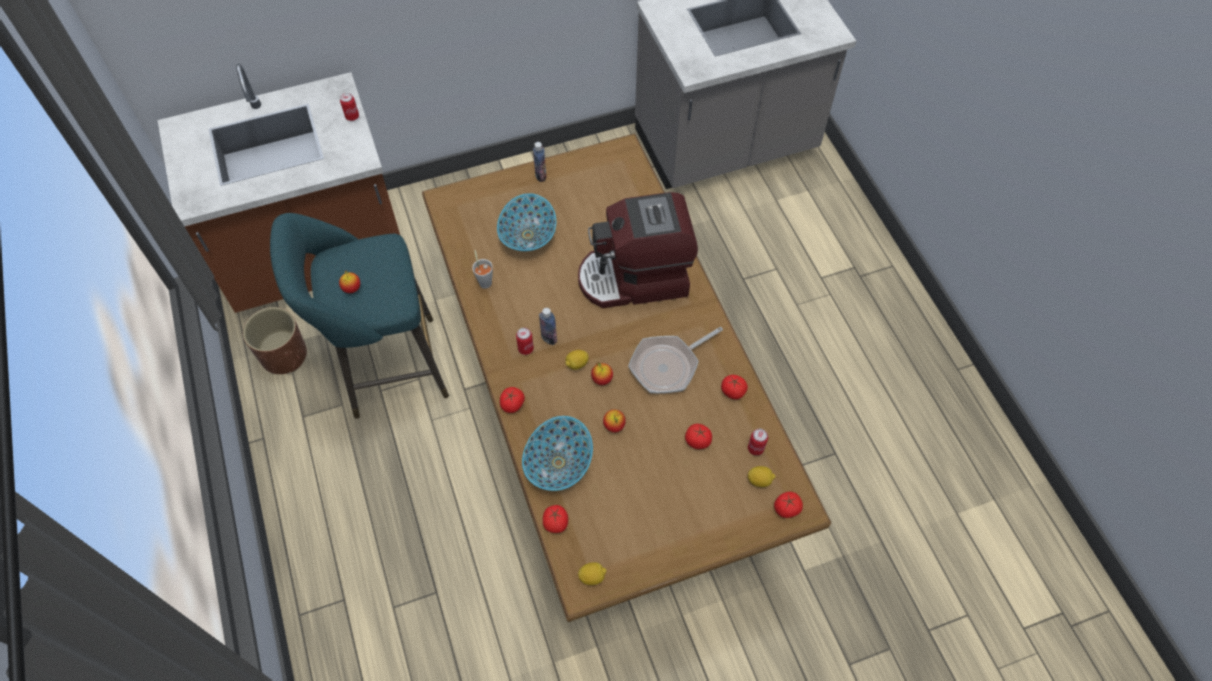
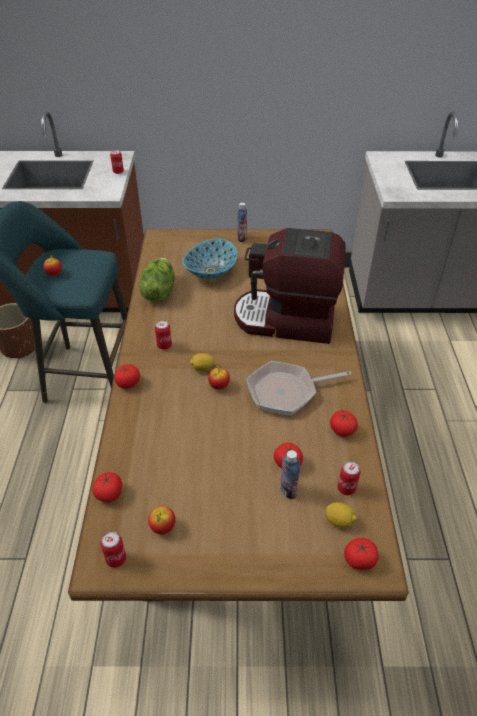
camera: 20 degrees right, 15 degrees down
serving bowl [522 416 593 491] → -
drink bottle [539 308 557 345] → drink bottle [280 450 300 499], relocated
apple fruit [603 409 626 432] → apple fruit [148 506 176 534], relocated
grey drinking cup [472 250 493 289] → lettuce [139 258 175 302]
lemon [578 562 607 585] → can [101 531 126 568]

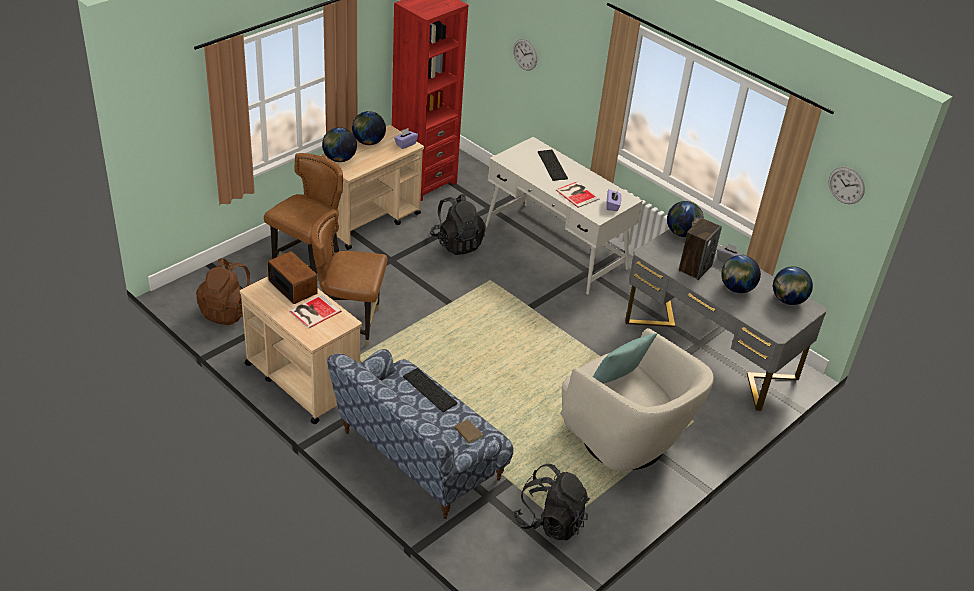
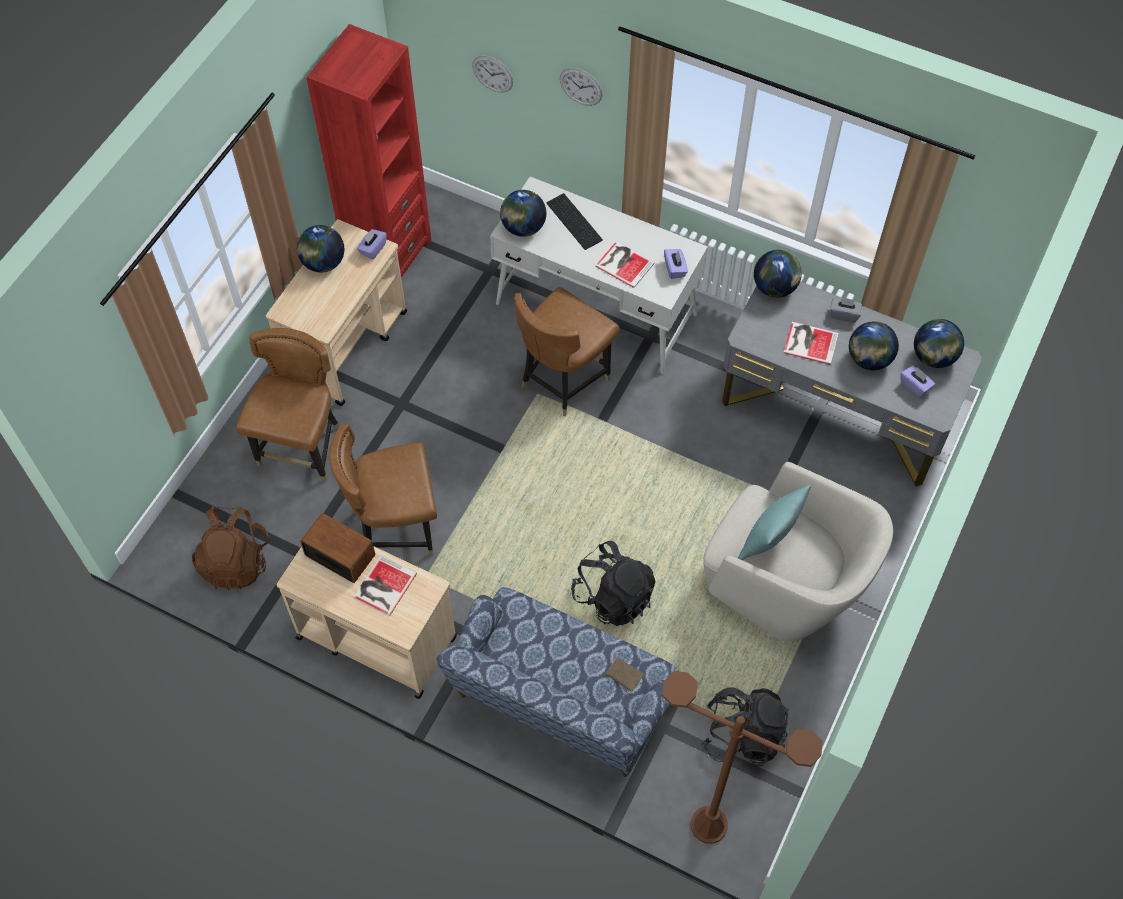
camera: 15 degrees left, 20 degrees up
PC keyboard [403 368 458 412] → -
- → brown-coloured plain chair [514 287 620 416]
- → brown-coloured standard lamp [662 671 823 844]
- → purple box of tissues [901 365 935 398]
desk globe [322 128 357 162] → desk globe [500 190 546 237], relocated
blackish knapsack [430 194 486 255] → blackish knapsack [571 541 656 626], relocated
clock on the wall [828 167 865 204] → clock on the wall [560 68 603 106], relocated
audio speaker [679 218 722 280] → volume [784 322 839 365]

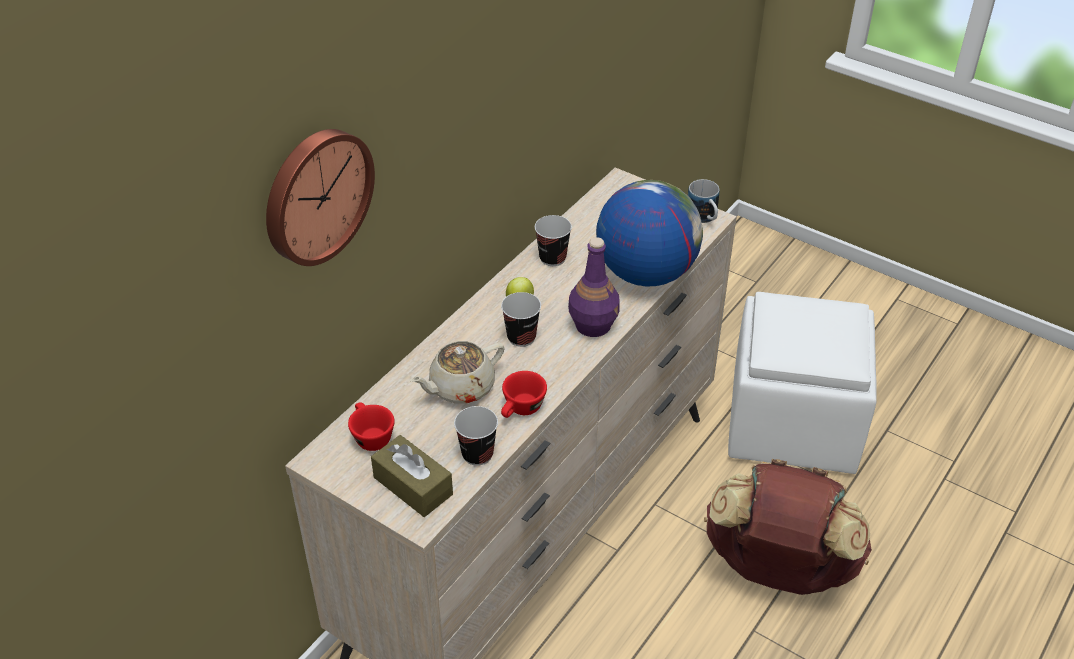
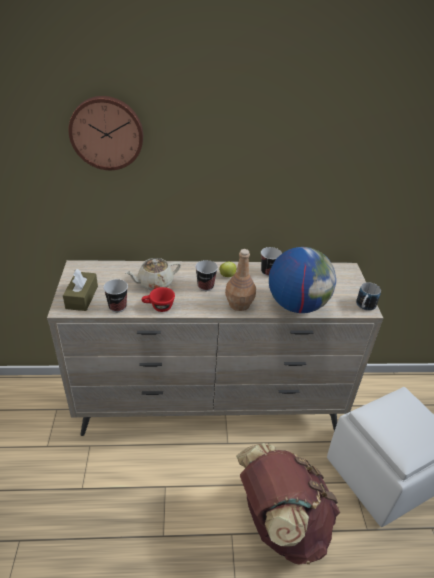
camera: 50 degrees right, 5 degrees down
red drinking cup [348 402 395 451] → -
purple drink bottle [568 237 620 337] → brown-coloured drink bottle [225 249 256 311]
beige-coloured tea pot [410 341 505 404] → beige-coloured tea pot [125 258 181 291], 45 degrees counterclockwise

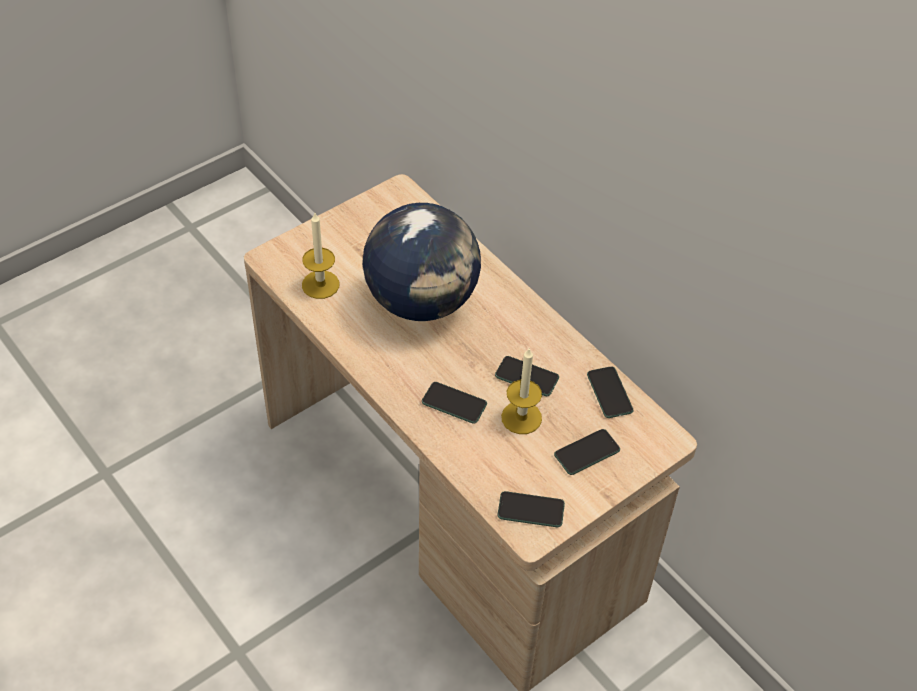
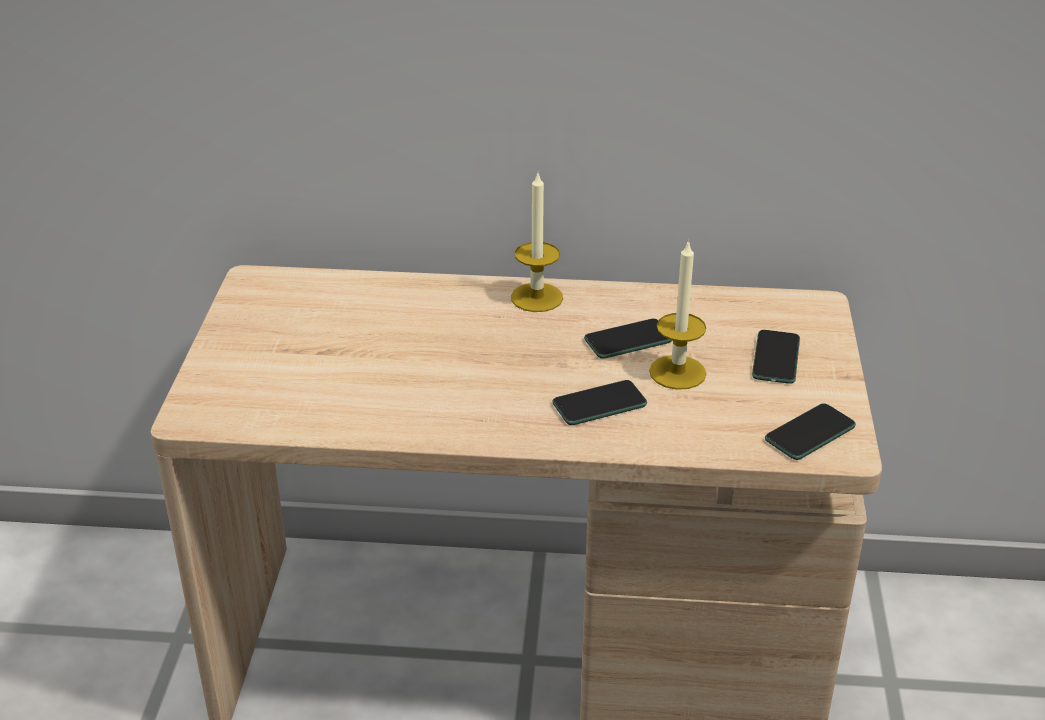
camera: 45 degrees left, 15 degrees down
desk globe [363 203 481 321] → -
telephone [587 366 634 418] → -
candle [302 213 339 299] → candle [511 173 563 312], relocated

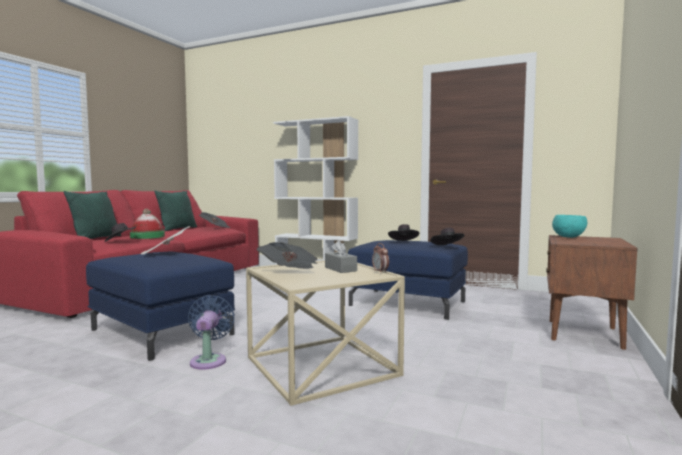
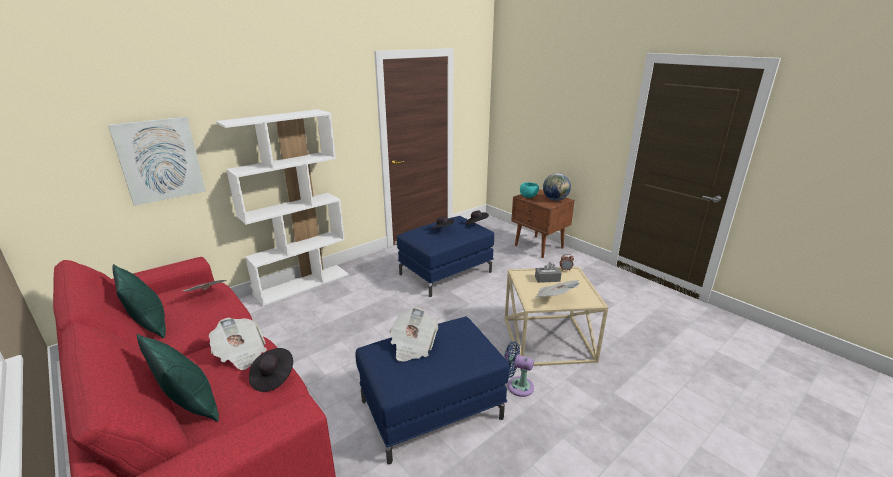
camera: 65 degrees left, 20 degrees up
- → picture [108 117 206 206]
- → desk globe [543 173 571 201]
clothing hat [130 209 165 239] → daily paper [209 318 267 370]

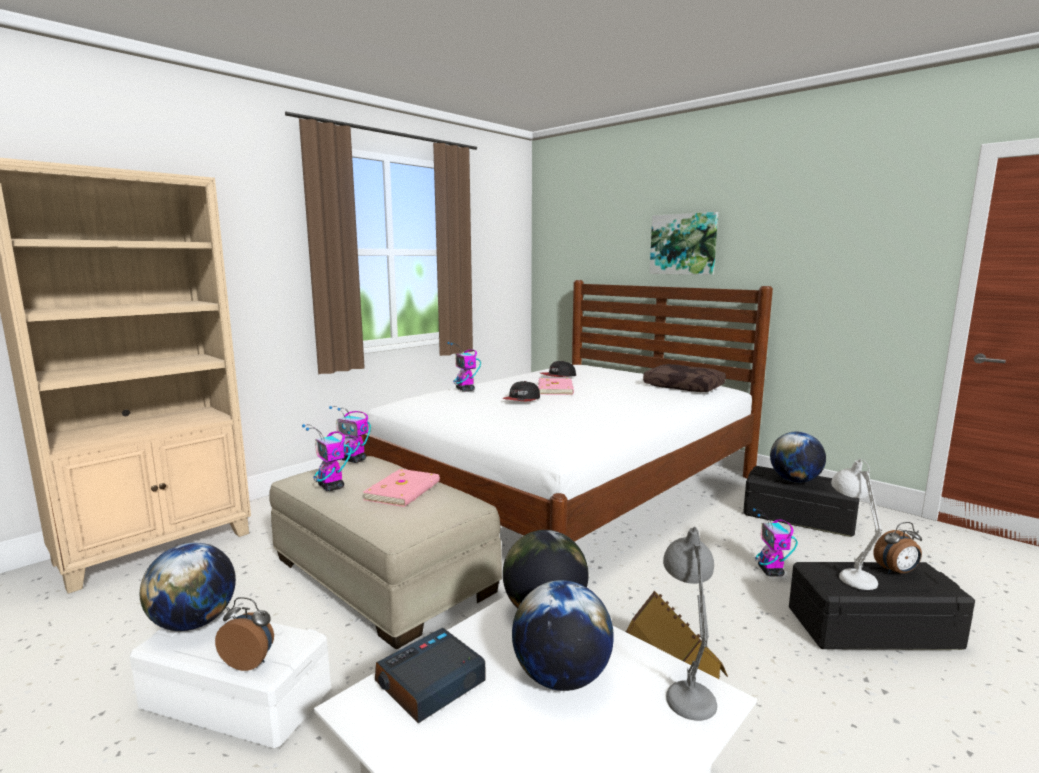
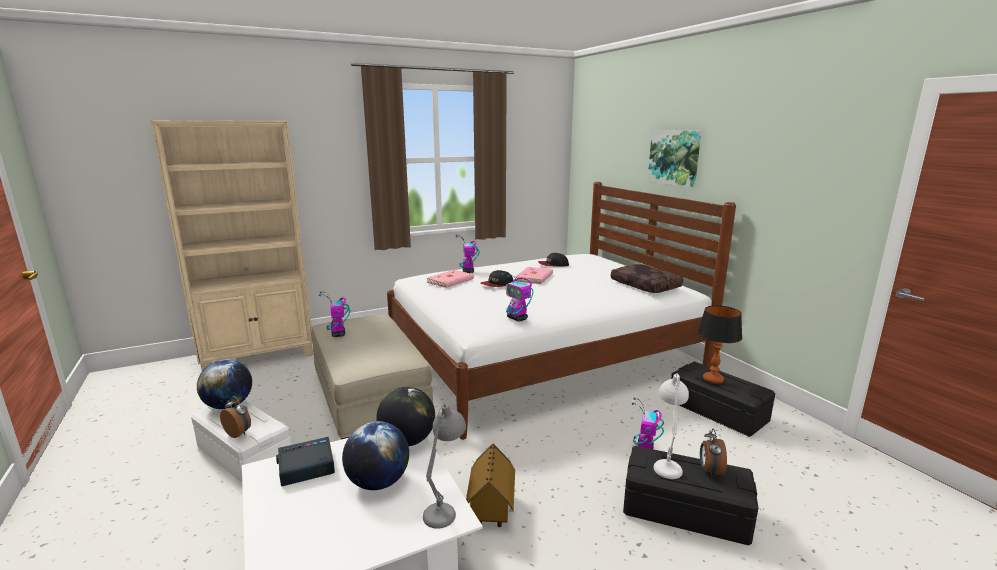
camera: 20 degrees right, 5 degrees up
model robot [329 406 371 463] → model robot [501 273 534 321], relocated
pinkish volume [363 469 440 507] → pinkish volume [427 270 474 288], relocated
desk globe [770 432 826 483] → tabletop lamp [697 305 742 384]
bedside clock [874 522 922 574] → bedside clock [700 429 727 477], 90 degrees clockwise

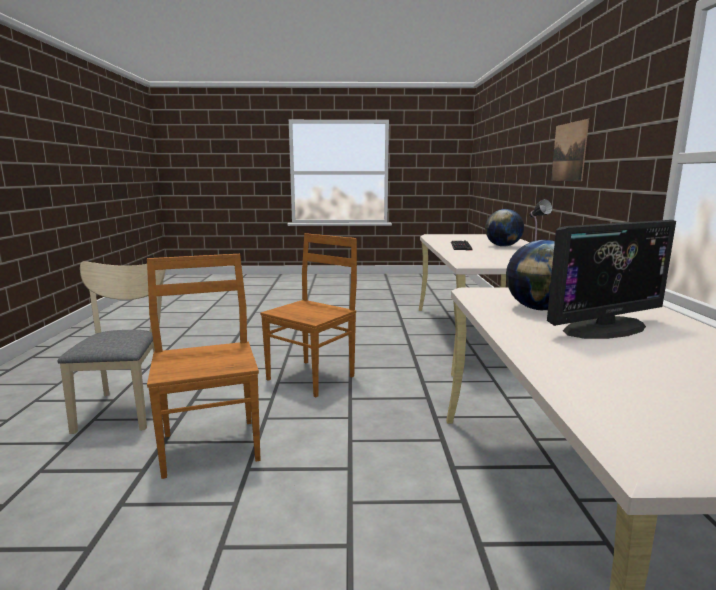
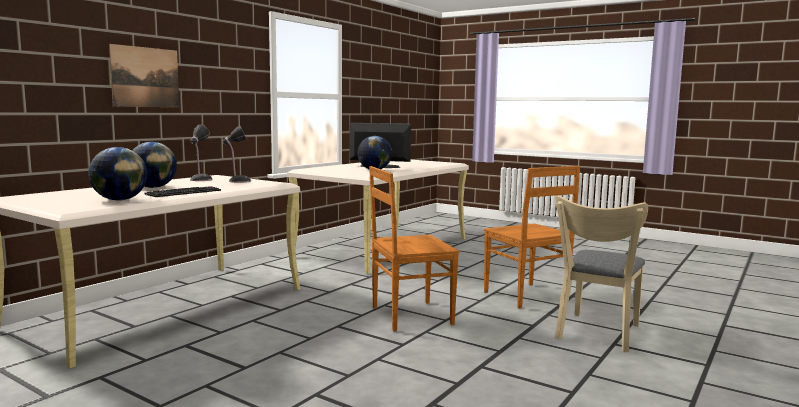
camera: 145 degrees left, 5 degrees down
- → desk globe [88 147 147 201]
- → tabletop lamp [222 126 251 183]
brown-coloured plain chair [147 254 260 479] → brown-coloured plain chair [484 166 580 309], 45 degrees counterclockwise

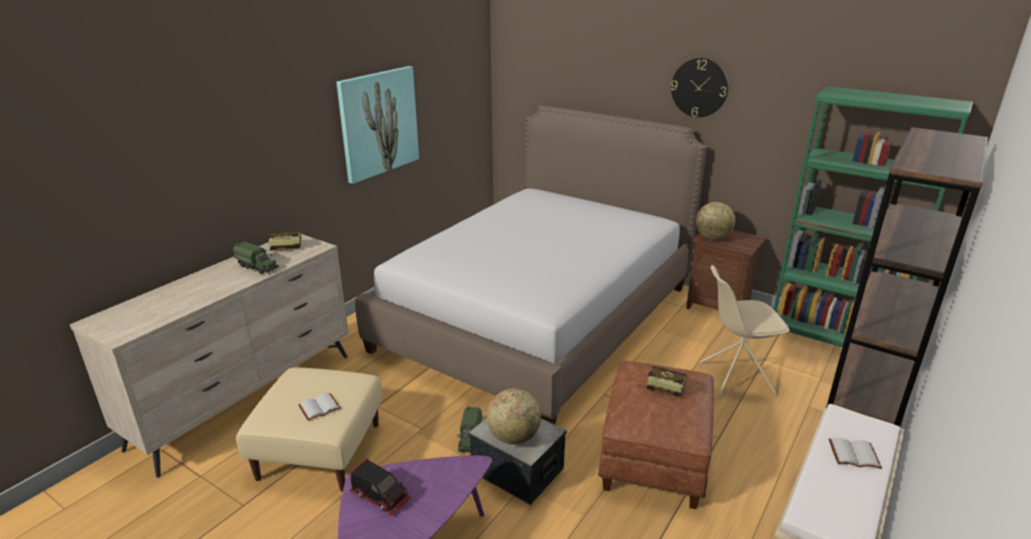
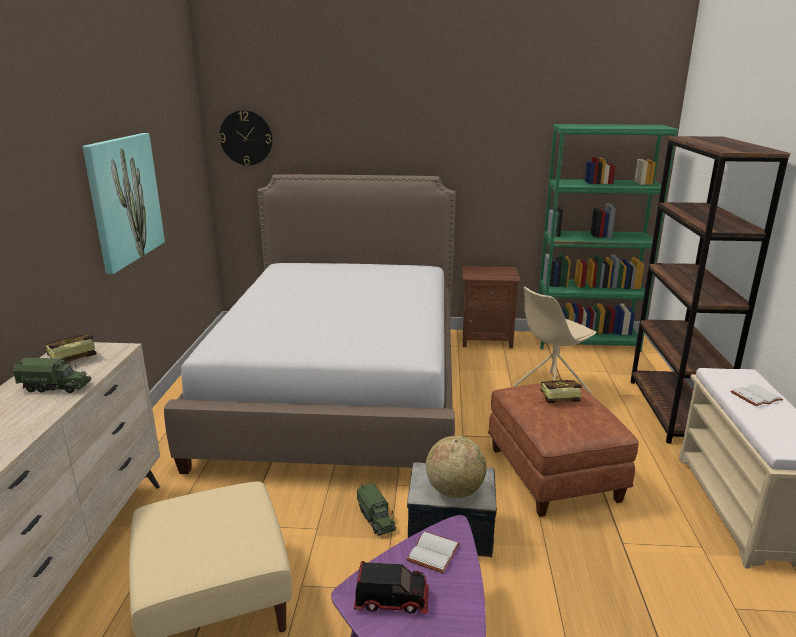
camera: 30 degrees left, 5 degrees down
desk globe [696 202 735 240] → -
white-coloured volume [298 393 341 421] → white-coloured volume [406 532 460 573], relocated
clock on the wall [671 58 728 117] → clock on the wall [219 110 273 165], relocated

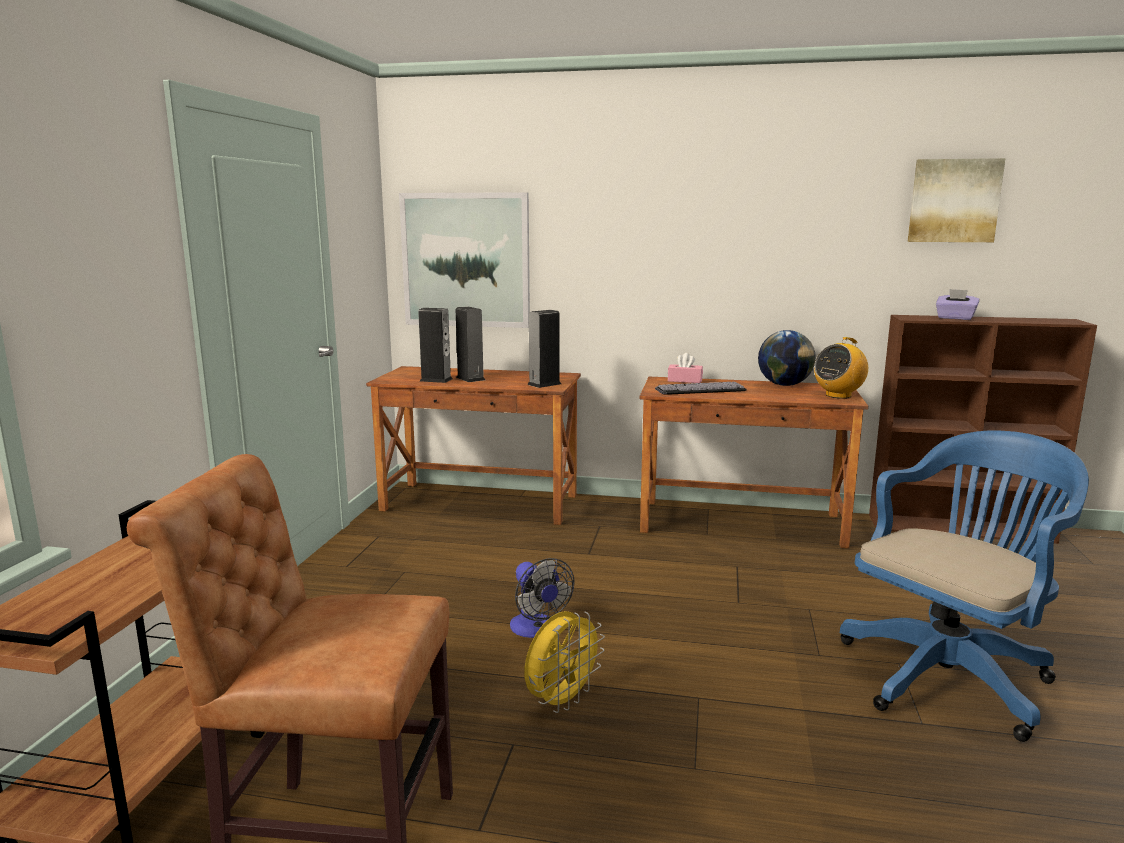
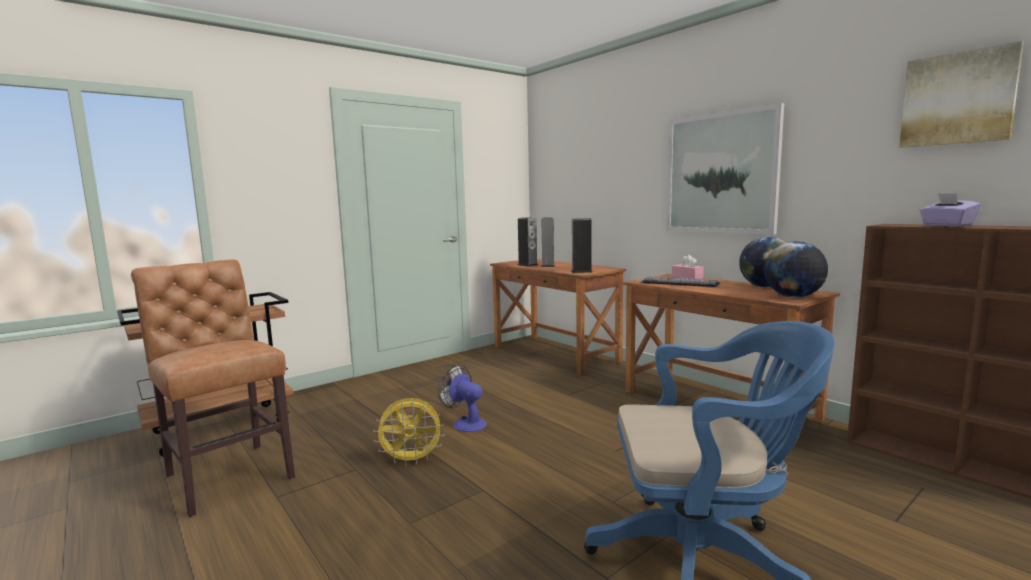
camera: 40 degrees right, 5 degrees down
picture [399 192 530 328] → picture [666 103 784 235], relocated
radio receiver [814 337 868 399] → desk globe [764 241 828 298]
electric fan [510 558 574 638] → electric fan [438 364 487 432], 120 degrees clockwise

